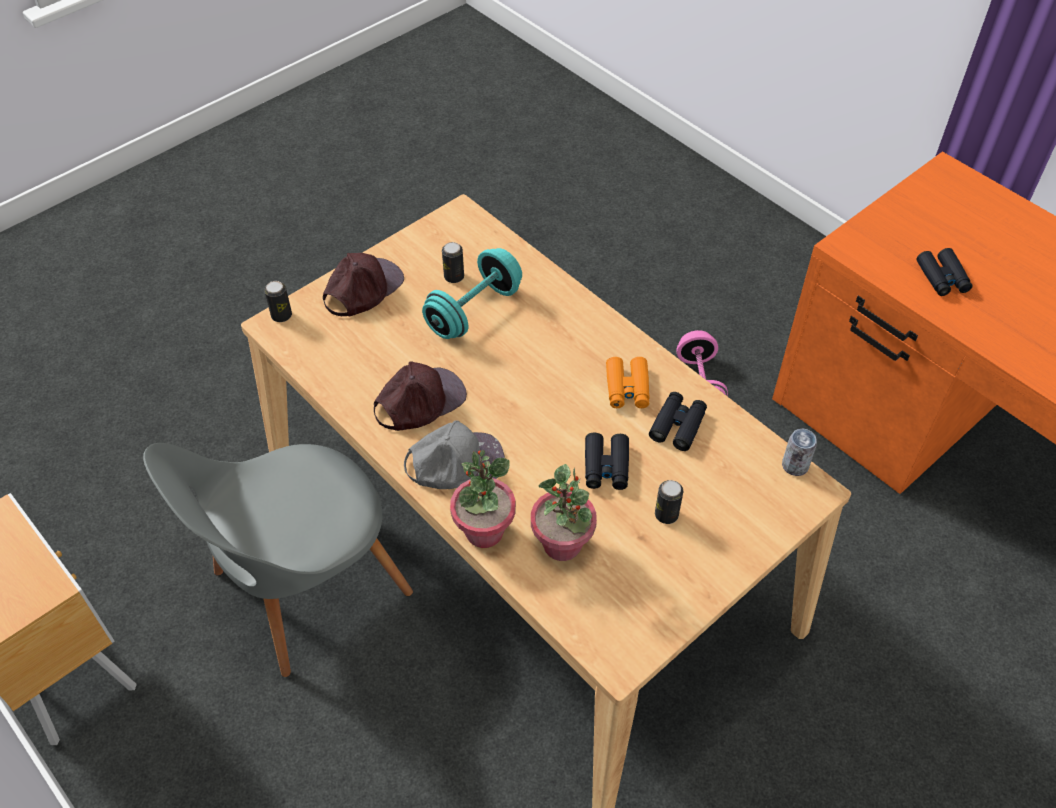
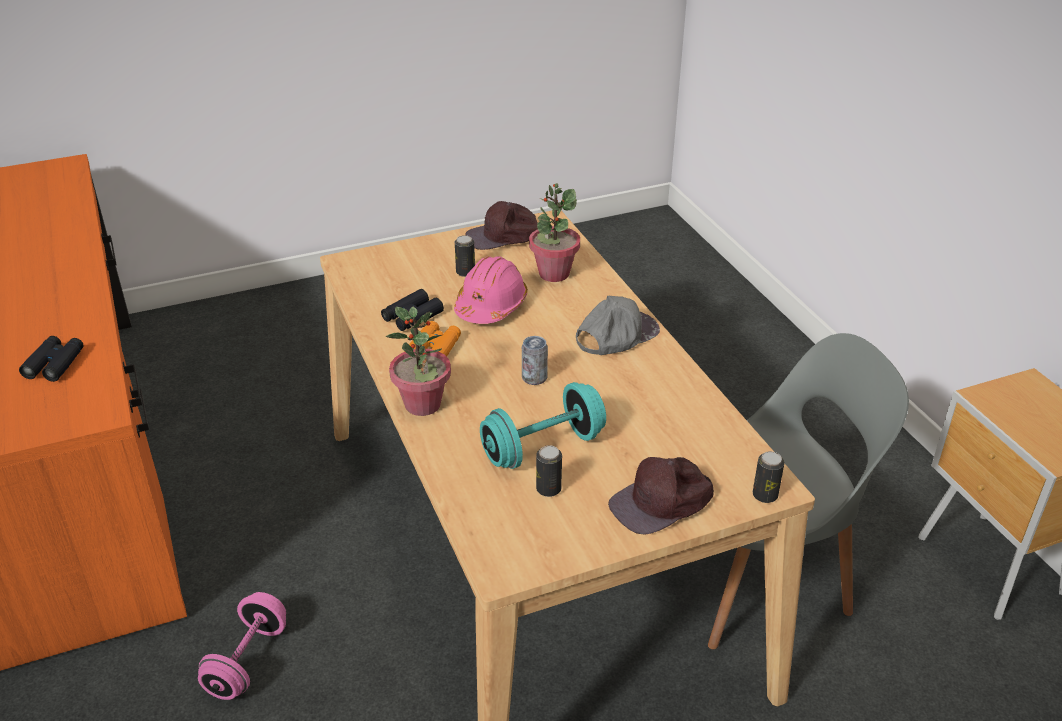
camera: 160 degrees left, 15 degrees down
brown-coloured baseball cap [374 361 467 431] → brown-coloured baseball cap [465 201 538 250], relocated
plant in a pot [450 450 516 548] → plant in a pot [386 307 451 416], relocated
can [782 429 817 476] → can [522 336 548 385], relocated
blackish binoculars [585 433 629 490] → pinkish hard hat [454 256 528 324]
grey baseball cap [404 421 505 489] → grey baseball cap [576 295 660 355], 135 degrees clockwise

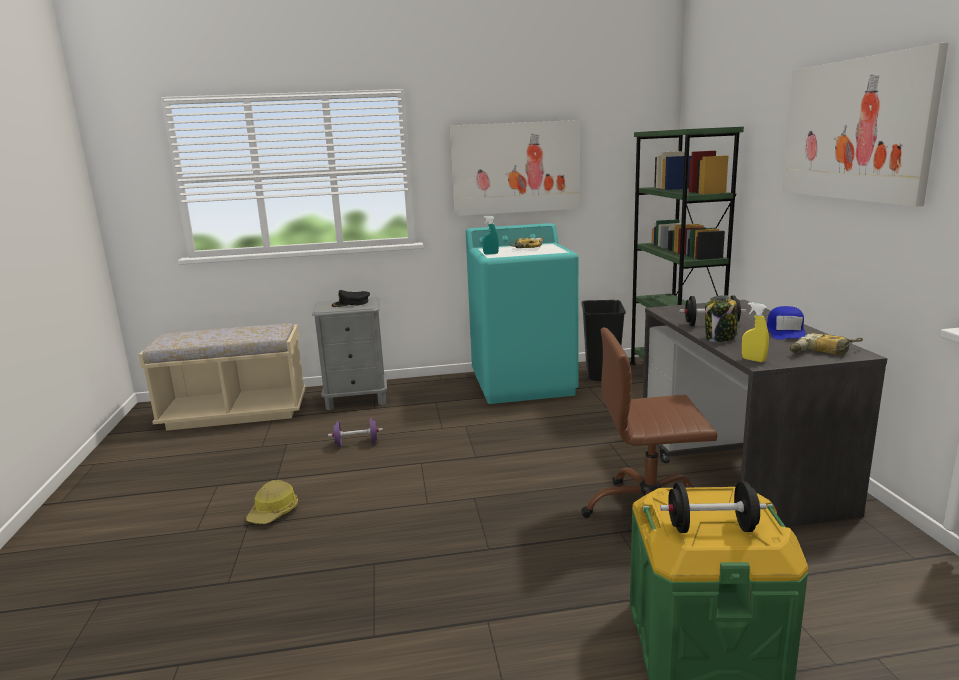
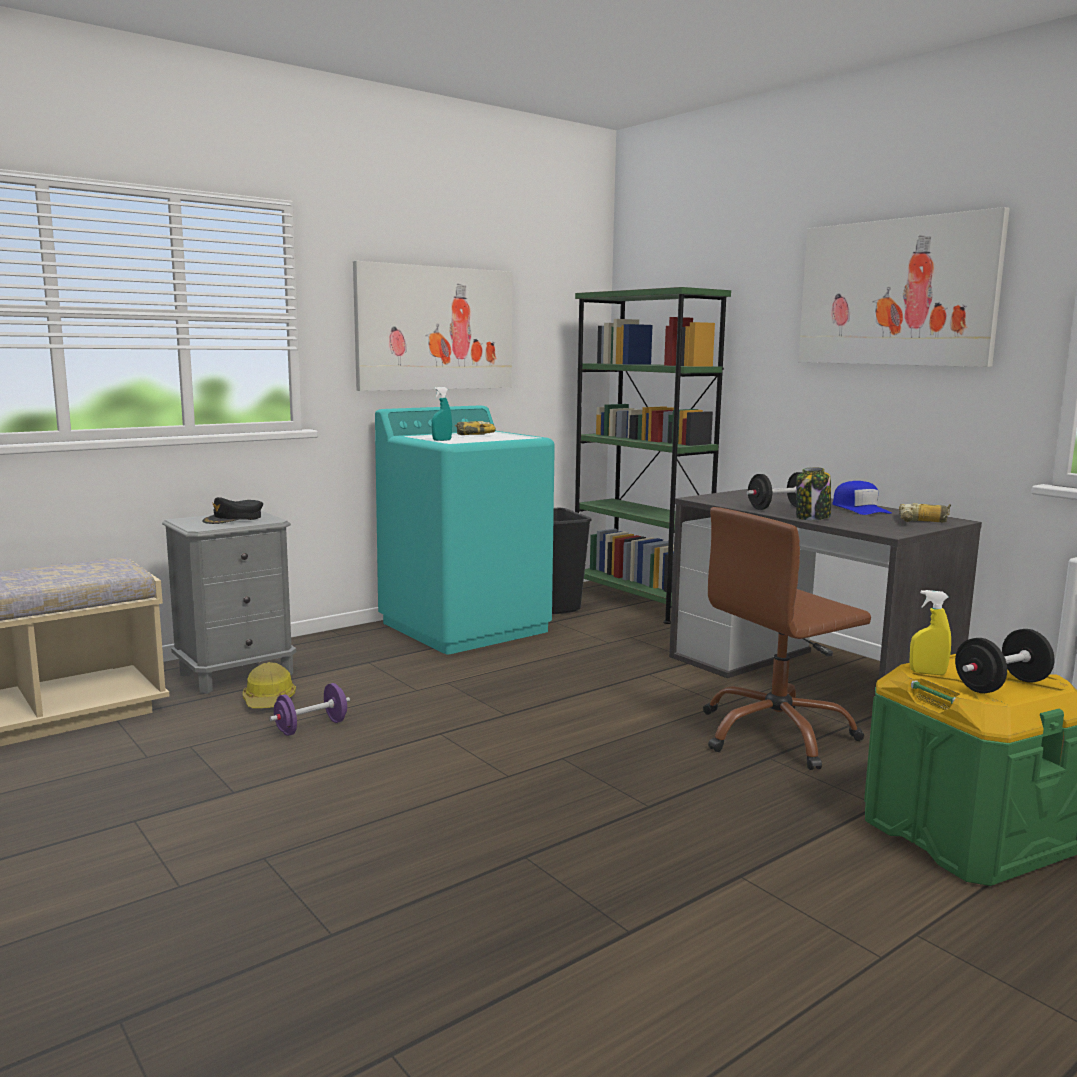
camera: 30 degrees left, 5 degrees down
hard hat [246 480 298 524] → hard hat [243 662 296 708], relocated
yellow spray bottle [742 302 769 362] → yellow spray bottle [910 590 951 675], relocated

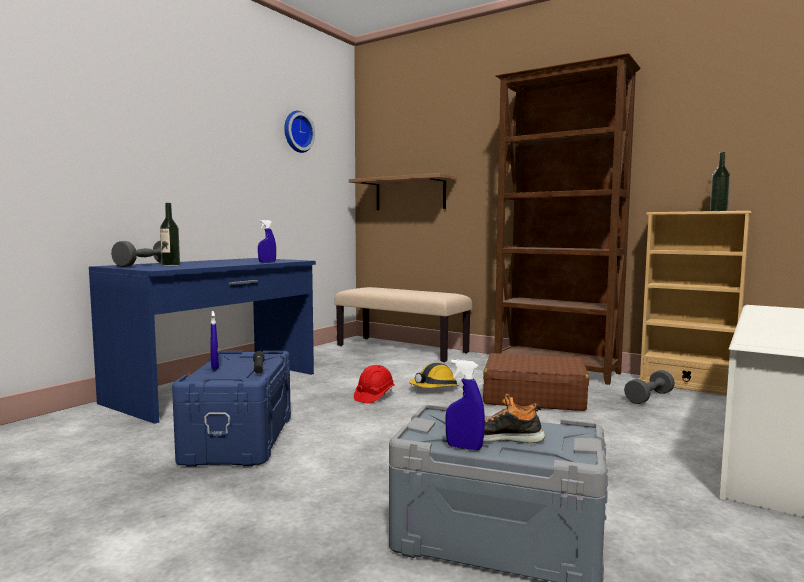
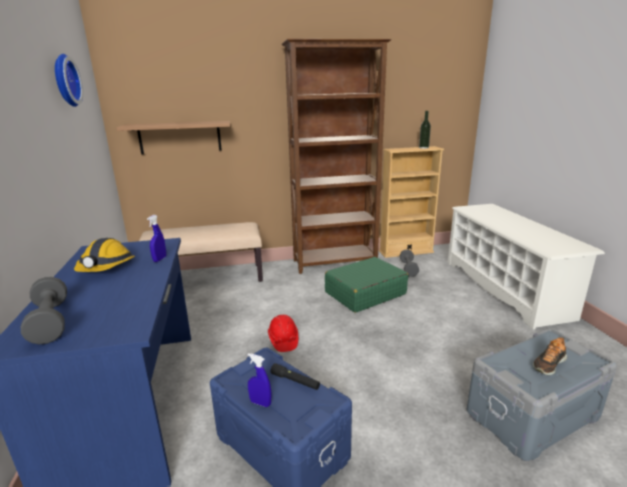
camera: 45 degrees left, 15 degrees up
drink bottle [160 203 180 266] → -
blue spray bottle [445 359 485 450] → -
hard hat [409 363 459 388] → hard hat [74 238 135 272], relocated
brown-coloured travel case [483 353 589 411] → green-coloured travel case [325 257 408 313]

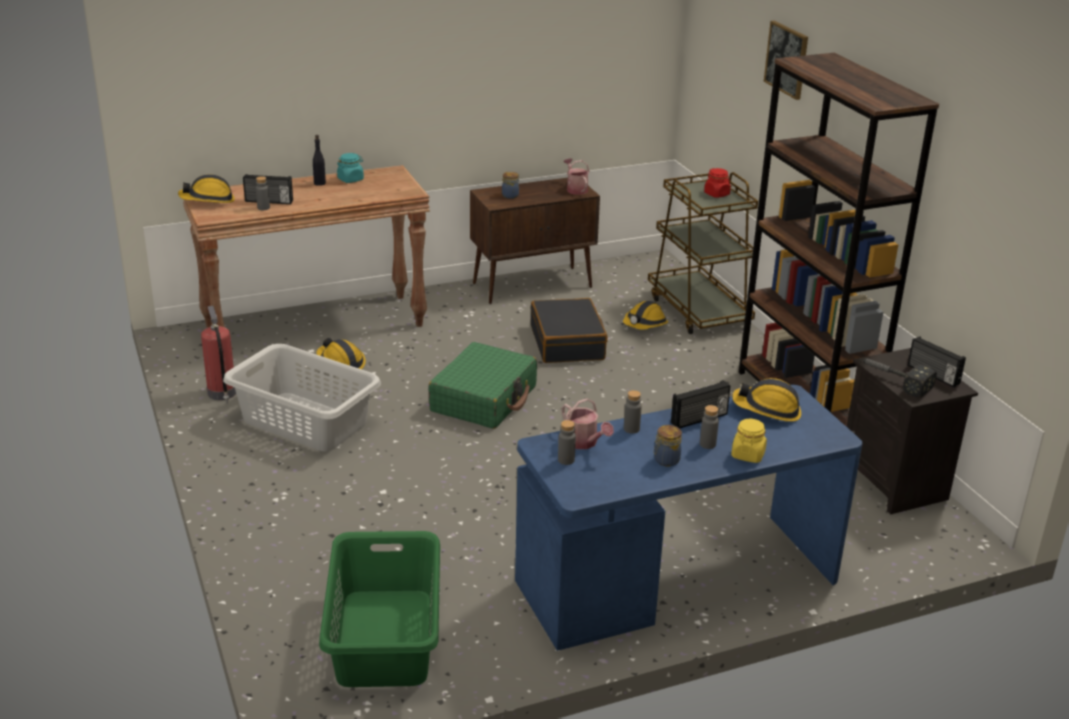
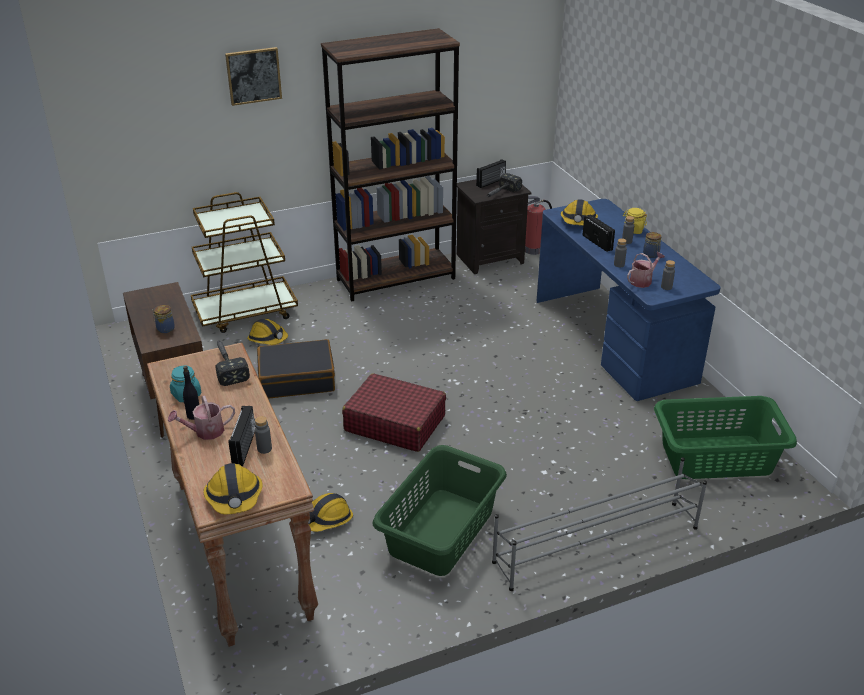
camera: 90 degrees left, 5 degrees up
red storage jar [704 168 731 198] → -
- → hand hammer [216 341 250 386]
- → grey shoe shelf [492 457 707 591]
extinguisher [201 306 236 403] → extinguisher [525 196 552 255], relocated
watering can [564 158 589 195] → watering can [168 396 235 440], relocated
grey hamper [223 344 381 451] → green-coloured hamper [372 445 507 576]
green-coloured travel case [429 342 537 429] → red travel case [342 373 446 452]

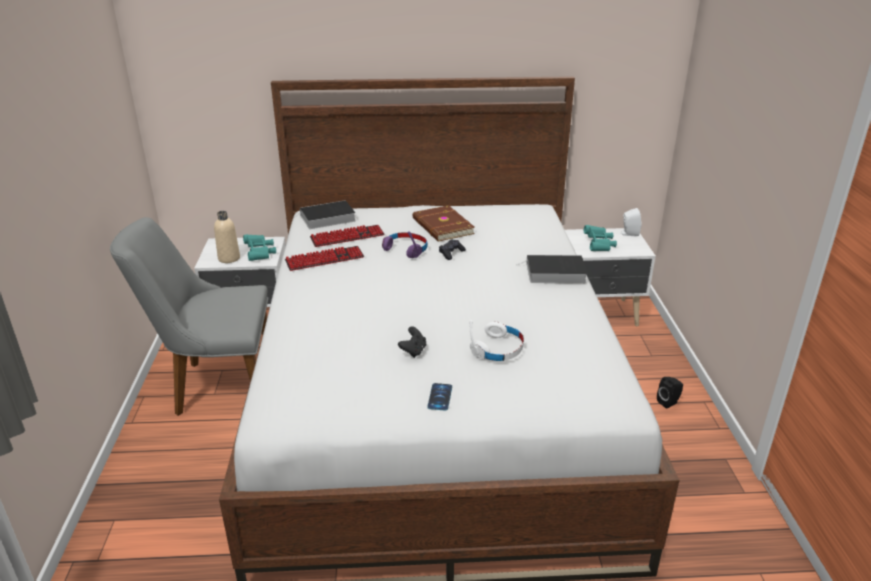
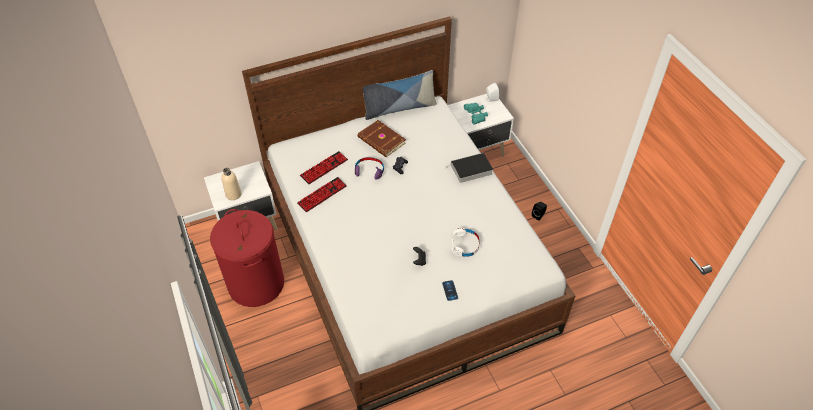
camera: 20 degrees left, 20 degrees up
turquoise binoculars [243 234 276 261] → -
volume [295 200 356 229] → -
- → cushion [363 70 437 120]
grey plain chair [110 217 269 416] → red hamper [210 209 284 307]

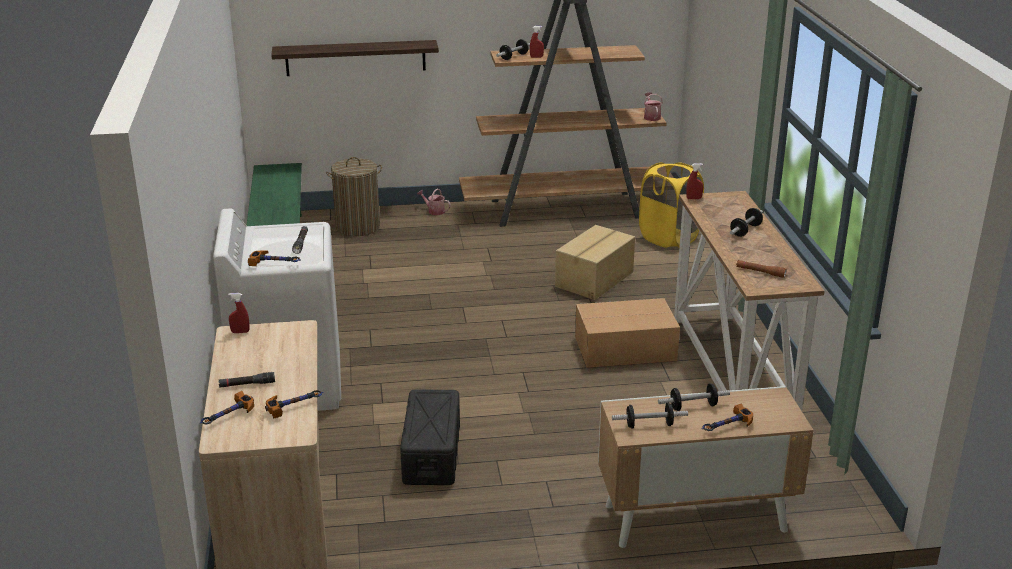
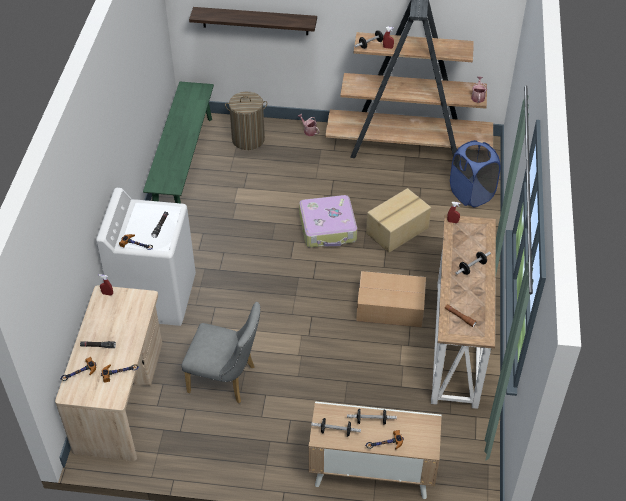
camera: 15 degrees right, 20 degrees up
- → travel case [299 195 357 248]
blackish storage box [400 389 460 485] → grey plain chair [181 302 260 403]
yellow hamper [639 162 704 248] → blue hamper [450 140 501 207]

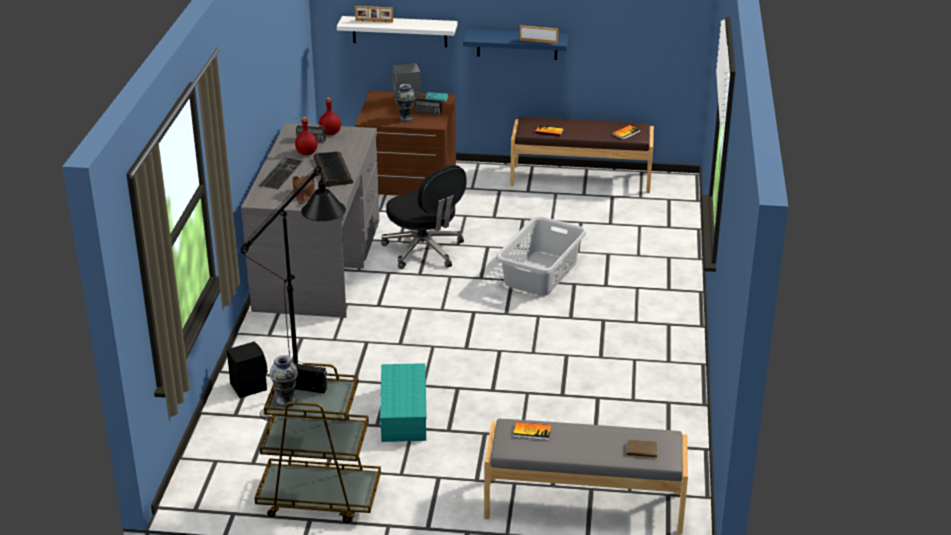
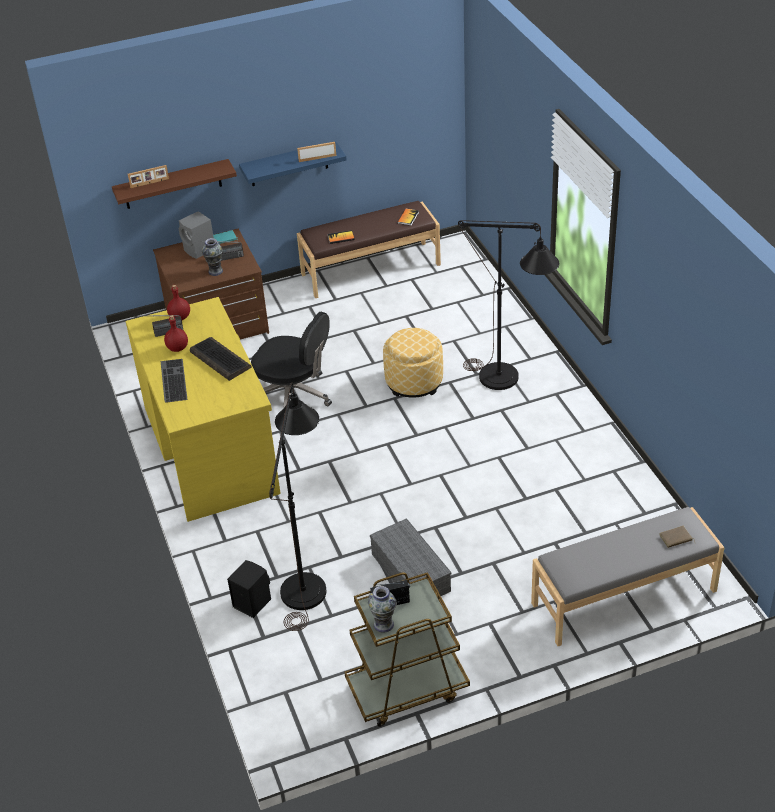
camera: 25 degrees left, 10 degrees up
brown-coloured clothing hat [292 176 315 204] → -
volume [513 422 551 440] → -
- → blackish standard lamp [458 220 559 390]
grey hamper [495 216 586 296] → pouffe [383 328 443 398]
grey desk unit [241 123 379 318] → yellow desk unit [125 297 281 522]
white-coloured bracket shelf [337 16 457 47] → brown-coloured bracket shelf [112 159 237 209]
turquoise storage box [380 363 427 442] → grey storage box [370 518 451 596]

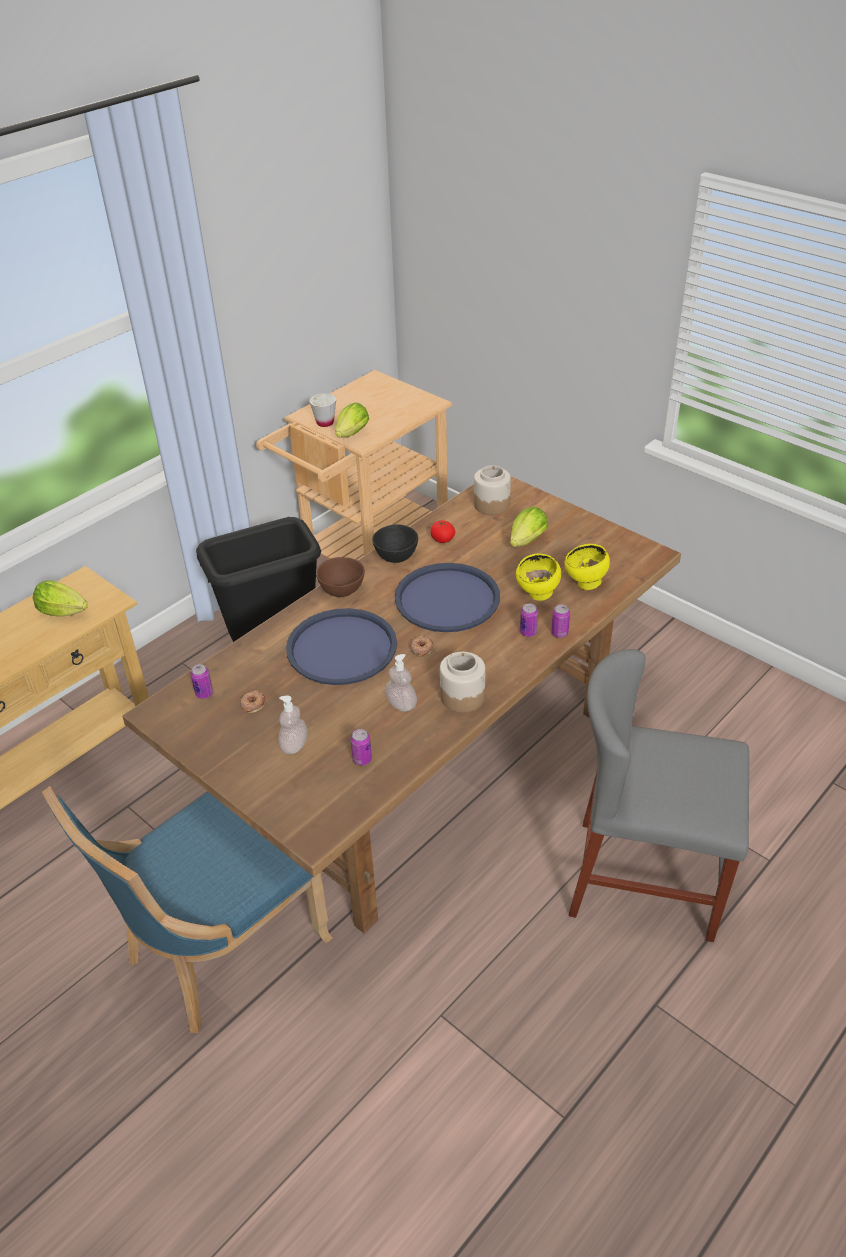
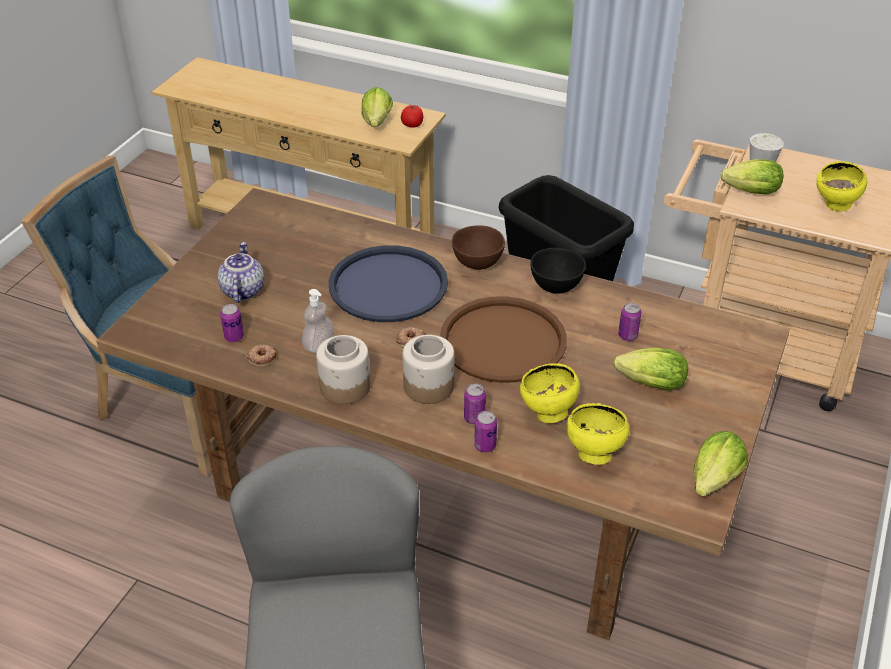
camera: 70 degrees right, 0 degrees up
- → lettuce [693 431 748 496]
- → yellow serving bowl [816 161 867 211]
can [190 664 213 699] → can [618 303 641 341], relocated
ring doughnut [240 690 265 713] → ring doughnut [246 344 277 367], relocated
tomato [430 520 455 543] → tomato [401 105 423 128], relocated
storage jar [474 465 511 515] → storage jar [402 335 454 404], relocated
liquid soap bottle [278 696 308 754] → tea pot [218 242 264 303]
blue tray [395 563 500 632] → brown-coloured tray [440 296 567 383]

